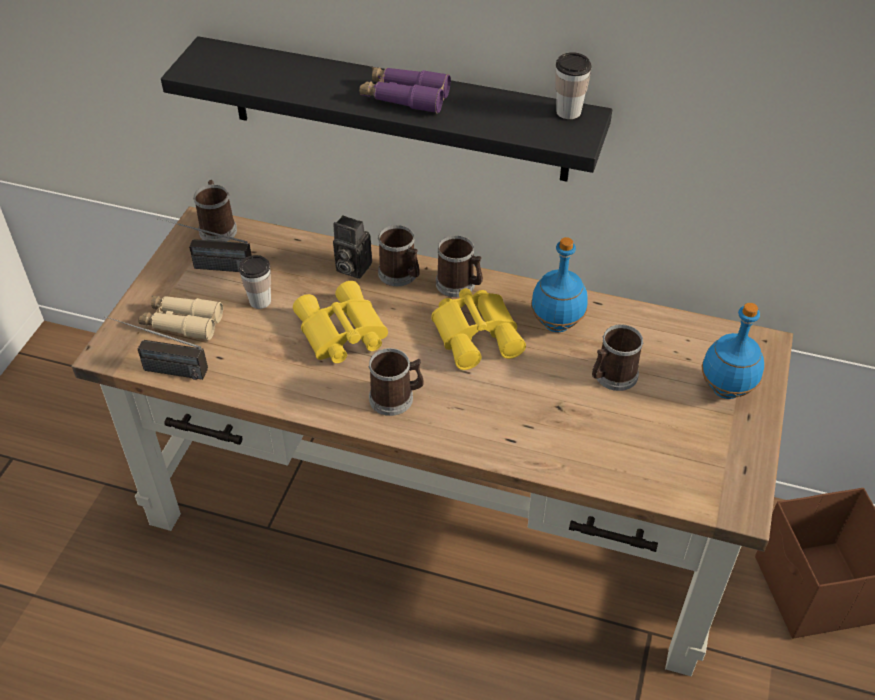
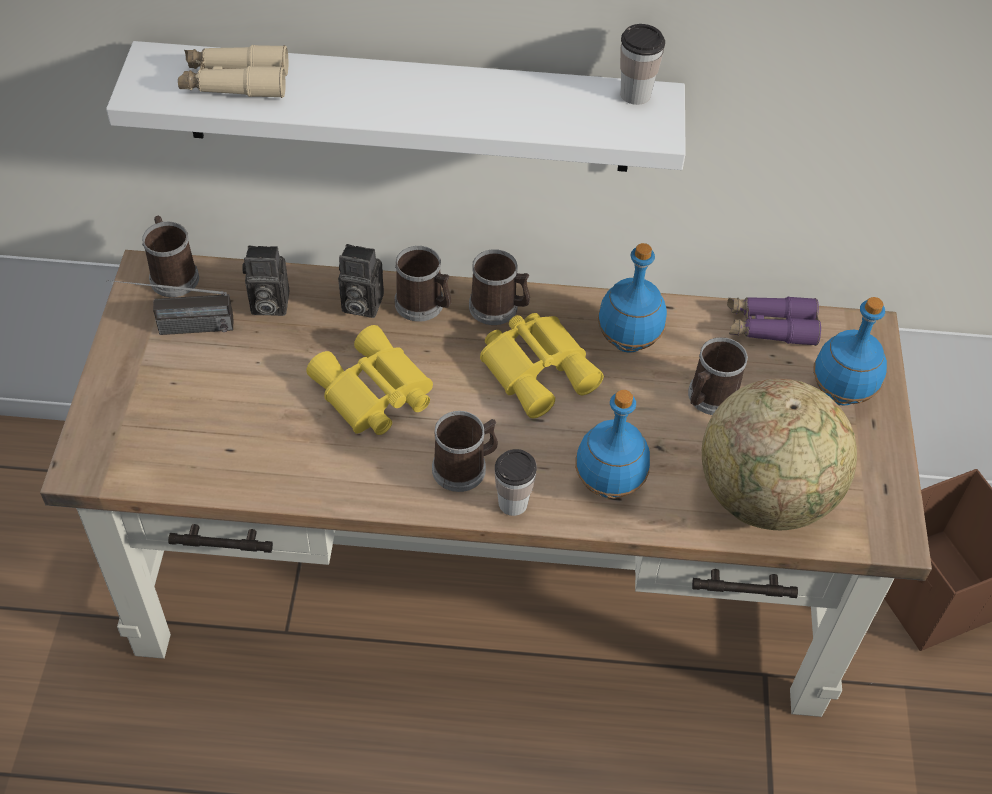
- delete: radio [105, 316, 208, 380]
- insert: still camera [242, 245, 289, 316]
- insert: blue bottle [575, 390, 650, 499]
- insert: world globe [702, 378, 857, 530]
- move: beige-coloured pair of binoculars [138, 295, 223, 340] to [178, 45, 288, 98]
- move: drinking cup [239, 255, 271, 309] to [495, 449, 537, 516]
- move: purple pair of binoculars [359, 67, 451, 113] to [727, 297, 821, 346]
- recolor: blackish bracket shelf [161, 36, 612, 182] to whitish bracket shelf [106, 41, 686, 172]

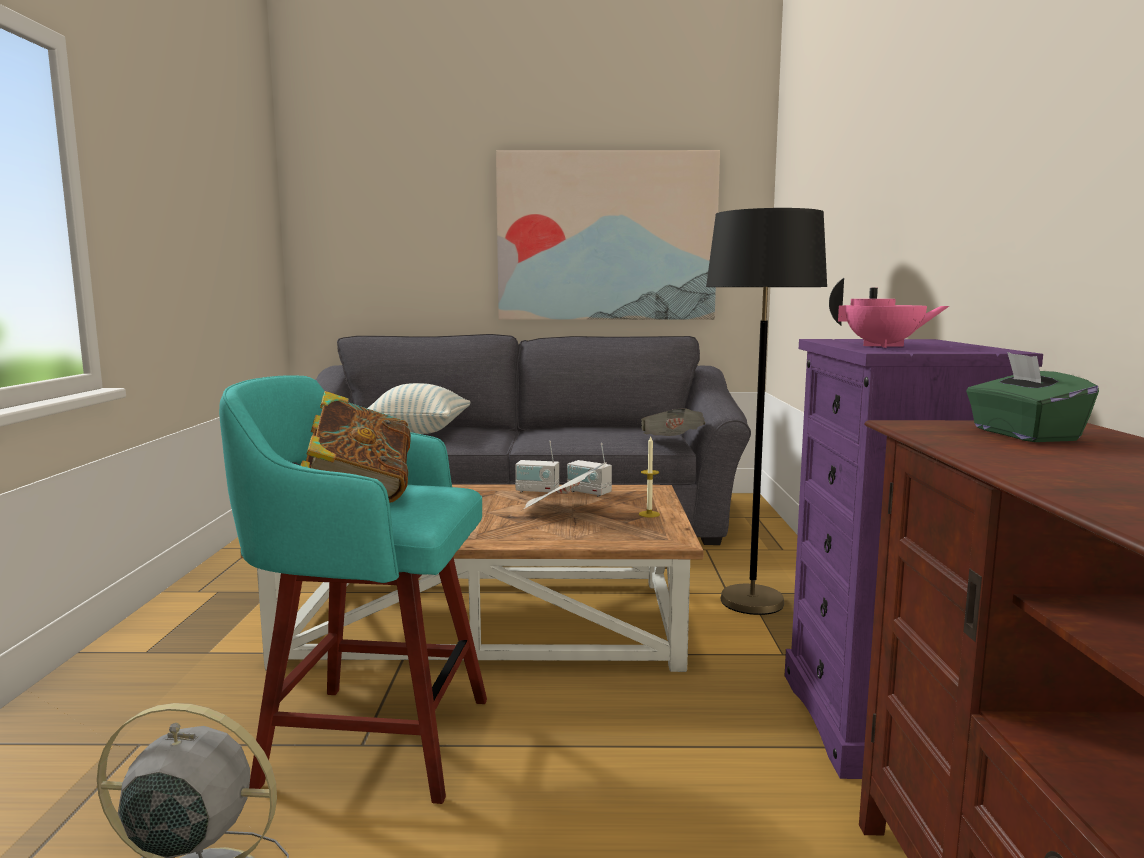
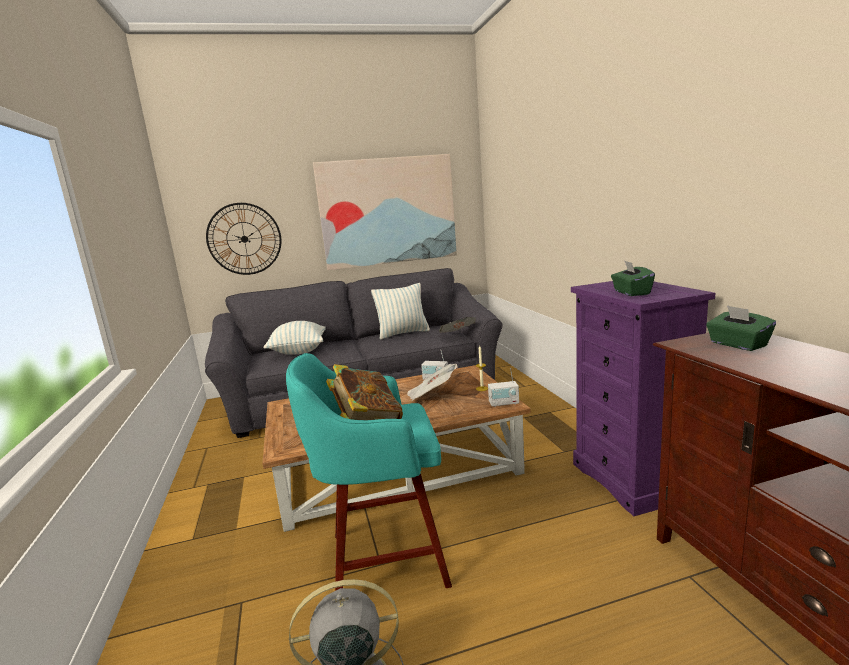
- delete: blackish floor lamp [706, 208, 827, 615]
- insert: clock on the wall [206, 203, 281, 275]
- insert: throw pillow [371, 283, 430, 339]
- move: radio [515, 441, 559, 493] to [488, 368, 519, 407]
- replace: pinkish teapot [829, 278, 949, 348] to green box of tissues [611, 260, 655, 296]

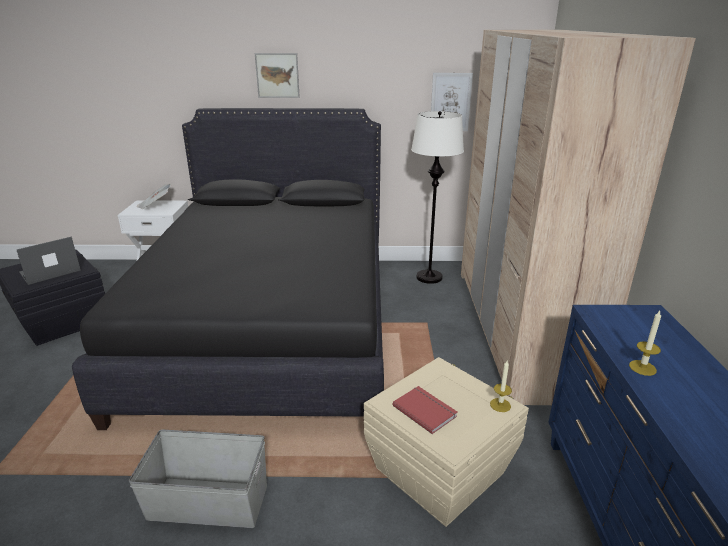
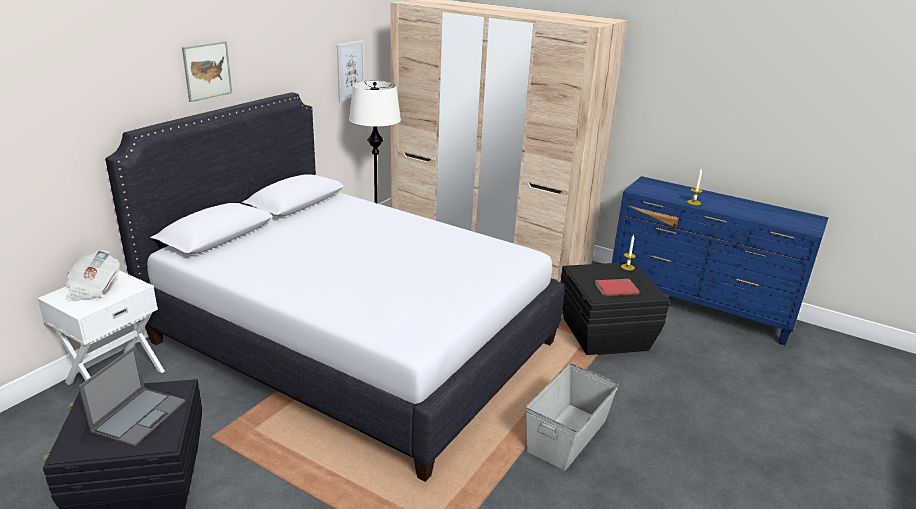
- recolor: blackish sleeping bed [72, 108, 384, 430] to whitish sleeping bed [105, 92, 565, 482]
- recolor: beige-coloured storage bin [364, 357, 529, 527] to blackish storage bin [561, 262, 670, 355]
- rotate: laptop [17, 237, 81, 285] = [79, 346, 186, 446] 150 degrees counterclockwise

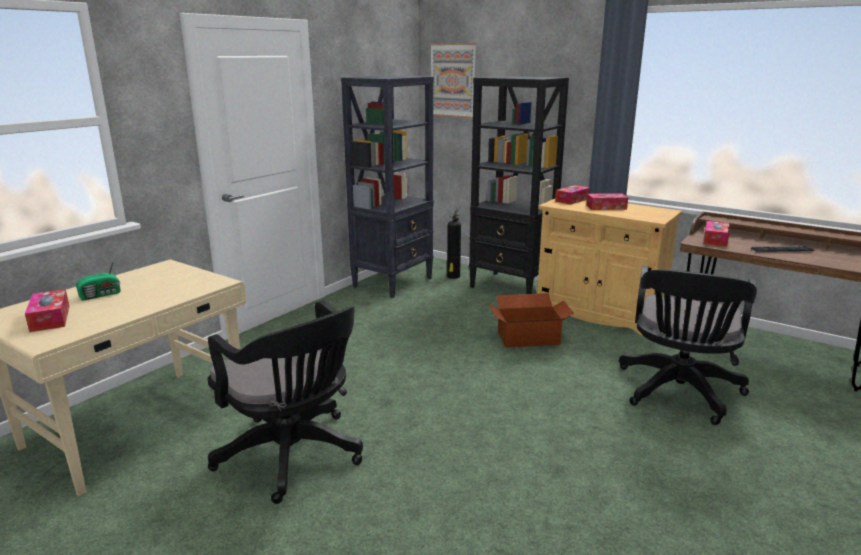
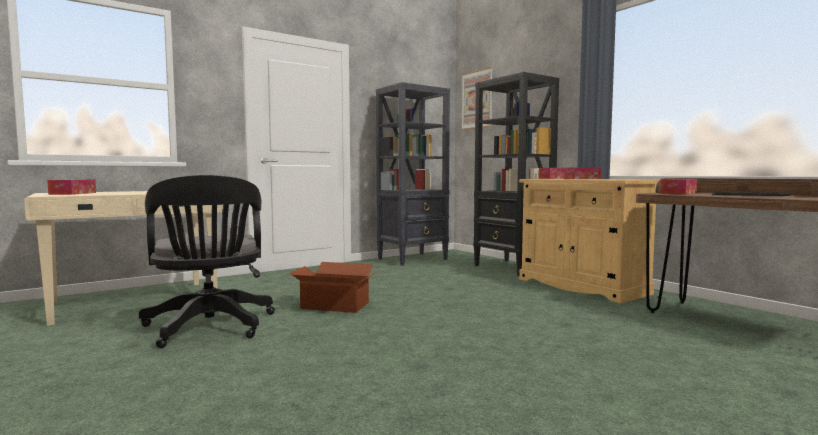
- delete: radio [76, 256, 121, 301]
- delete: extinguisher [447, 210, 461, 279]
- delete: blackish desk chair [619, 266, 757, 425]
- move: packing box [488, 293, 574, 348] to [289, 262, 378, 313]

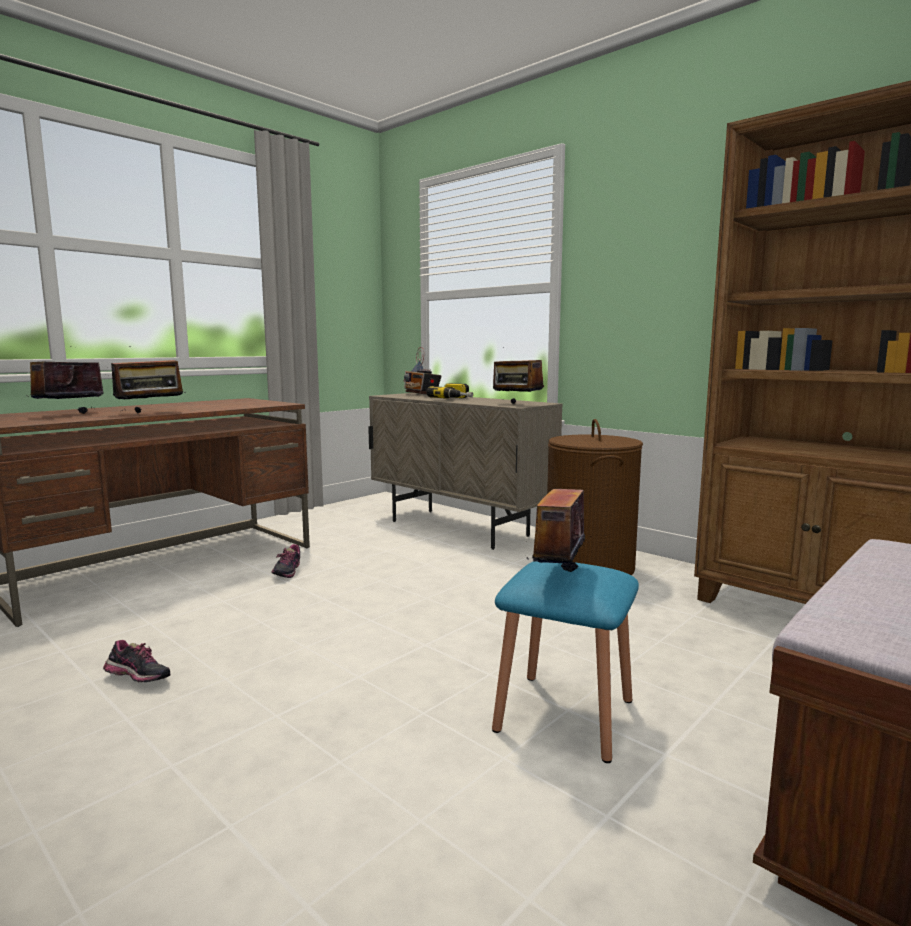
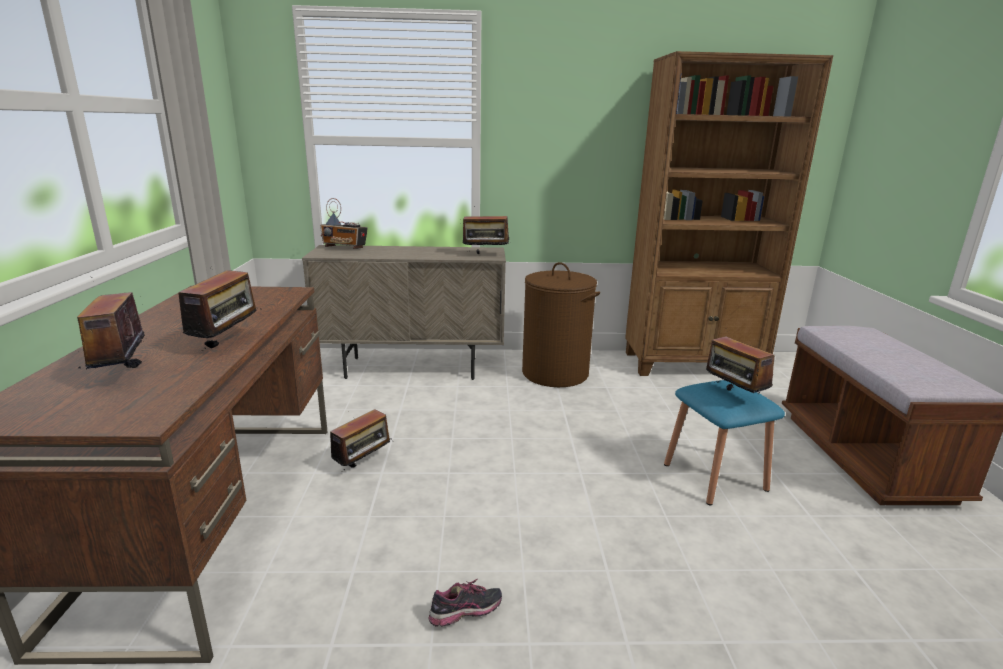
- delete: power drill [426, 383, 474, 399]
- replace: low shoe [271, 544, 300, 578] to radio [330, 409, 394, 472]

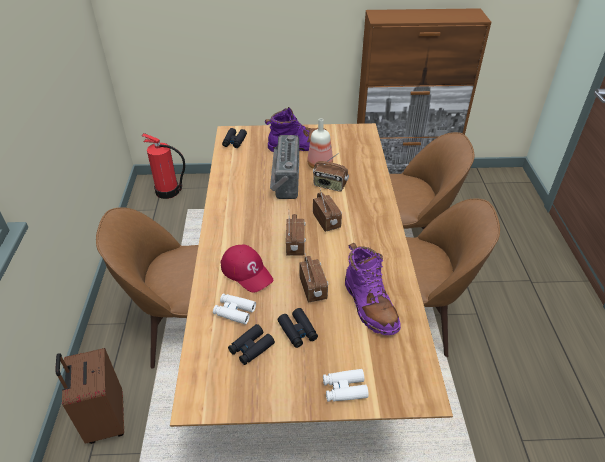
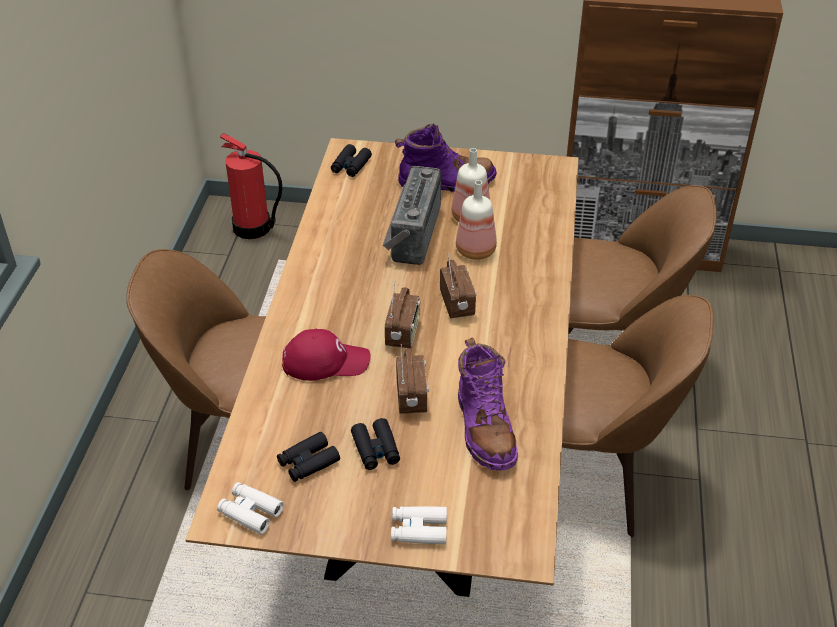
- delete: brownish travel case [55, 348, 124, 444]
- move: whitish pair of binoculars [213, 294, 256, 325] to [217, 482, 284, 534]
- replace: radio [313, 153, 349, 192] to bottle [456, 180, 497, 260]
- rotate: red baseball cap [220, 245, 273, 293] = [282, 329, 371, 381] 60 degrees counterclockwise

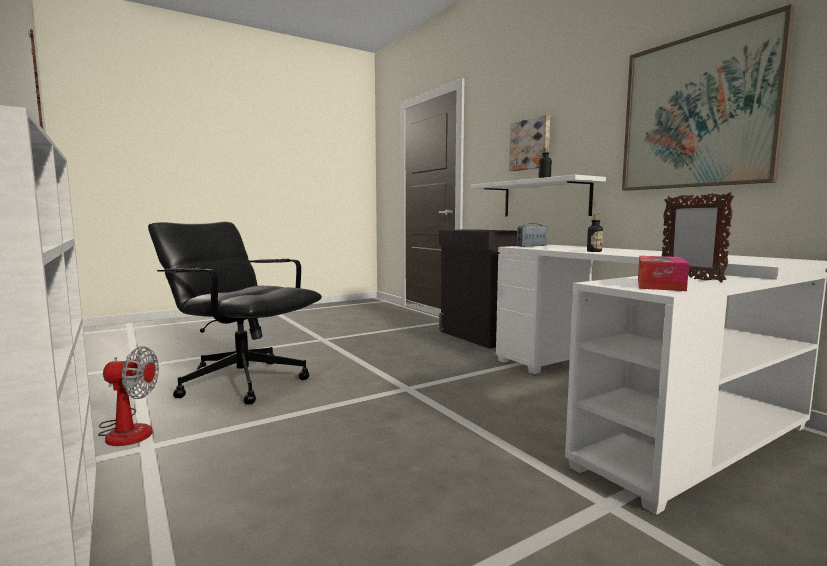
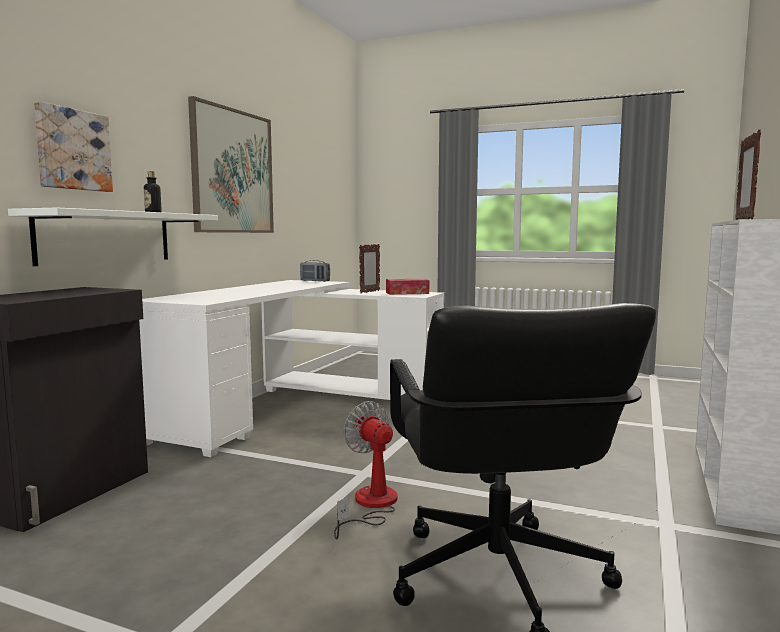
- delete: bottle [587, 215, 603, 252]
- move: cooling fan [98, 346, 159, 446] to [334, 401, 398, 540]
- move: radio [517, 223, 548, 247] to [300, 260, 330, 282]

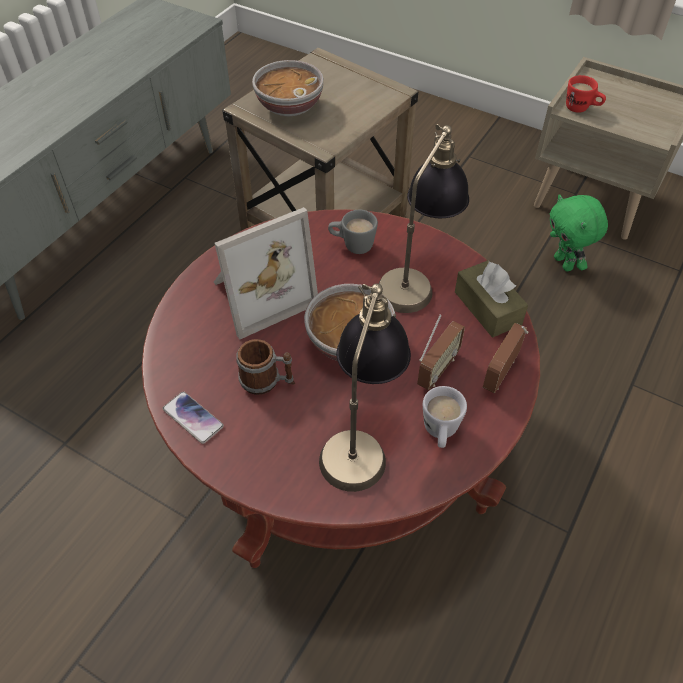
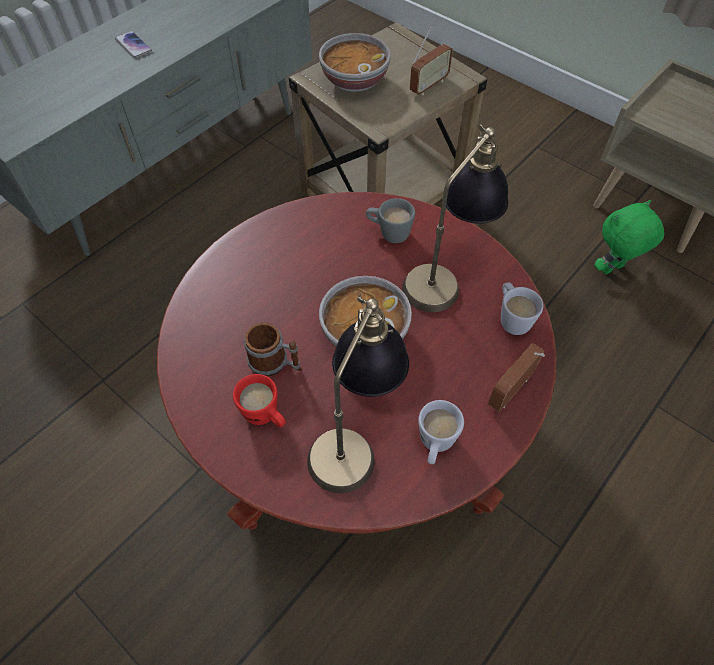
- delete: picture frame [214, 207, 318, 340]
- move: handset [162, 391, 224, 444] to [115, 31, 152, 58]
- move: radio [417, 315, 465, 390] to [410, 26, 453, 96]
- move: red coffee mug [566, 75, 606, 113] to [233, 374, 286, 427]
- replace: brownish box of tissues [455, 260, 528, 337] to whitish coffee mug [501, 282, 544, 335]
- rotate: green soft toy [550, 194, 608, 271] = [594, 200, 664, 274] 75 degrees clockwise

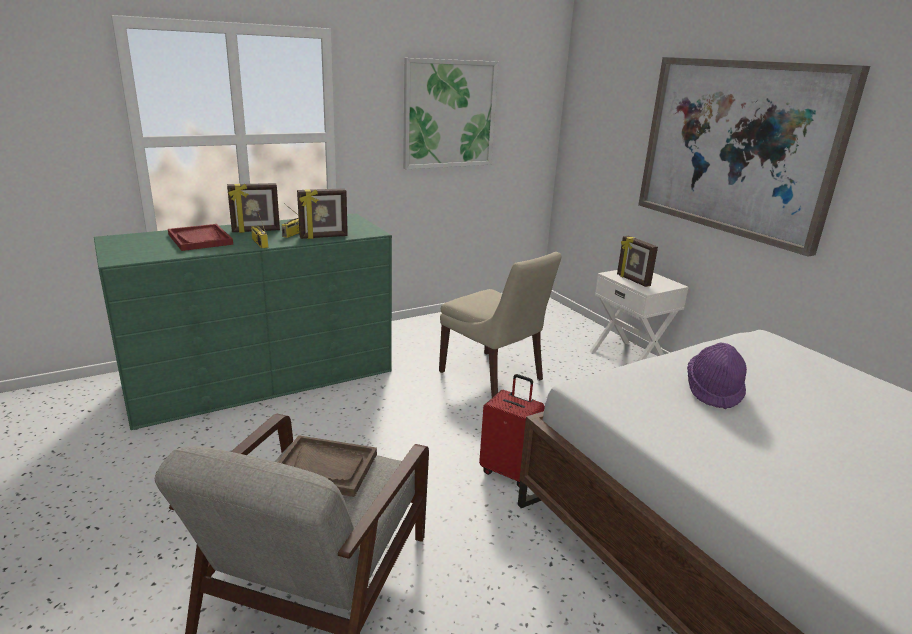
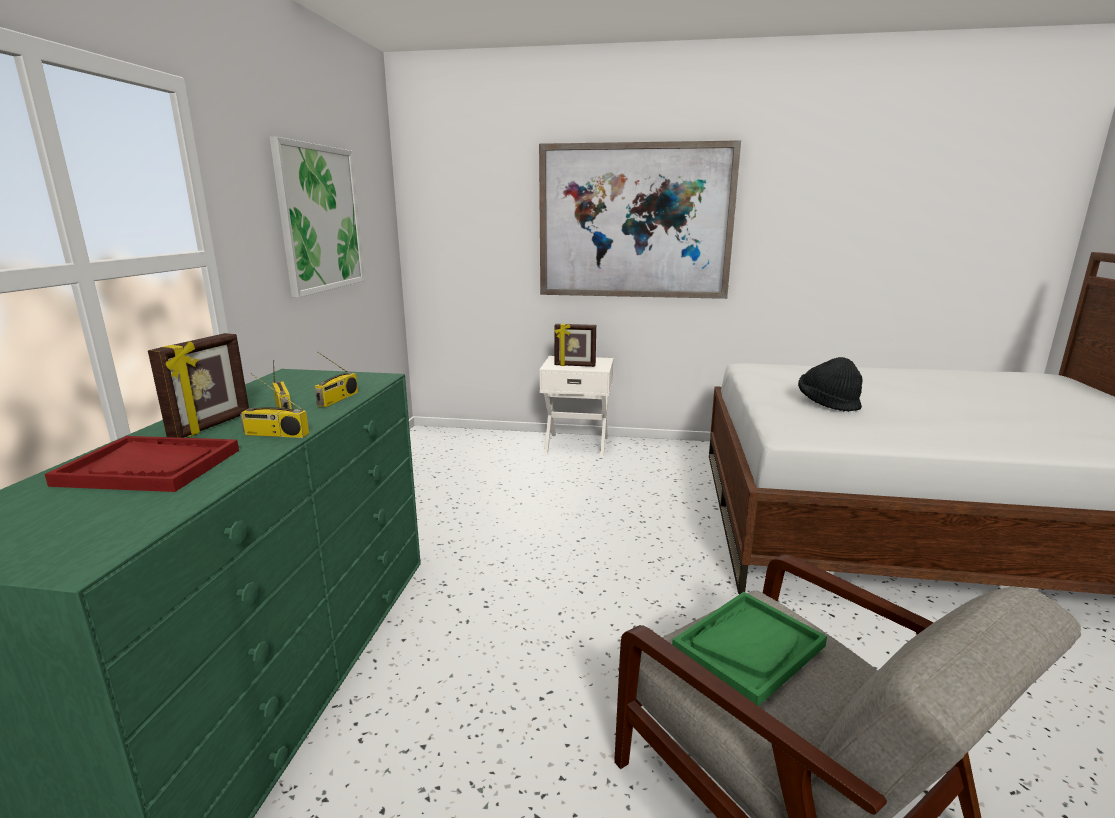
- delete: beige-coloured plain chair [439, 252, 562, 398]
- delete: red travel case [479, 374, 545, 487]
- replace: picture frame [297, 188, 348, 239] to radio [315, 351, 358, 407]
- recolor: brownish serving tray [278, 435, 377, 497] to green serving tray [672, 592, 827, 706]
- recolor: purple wearable hat [687, 343, 747, 409] to blackish wearable hat [798, 357, 862, 412]

